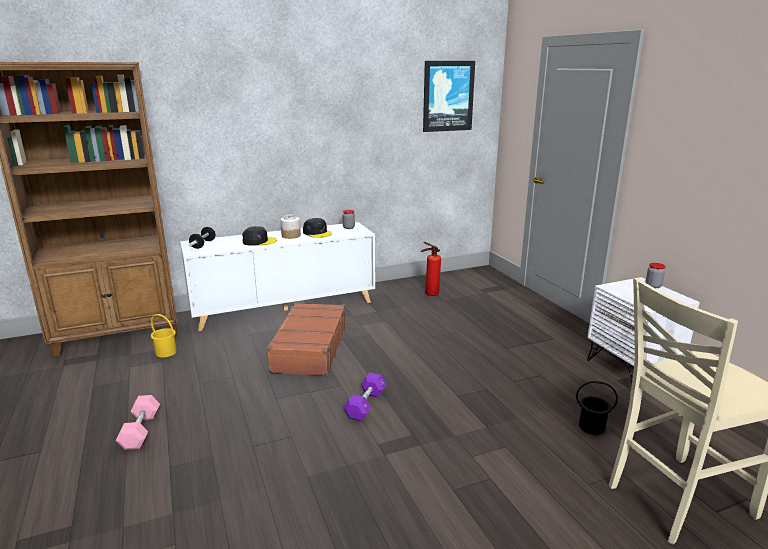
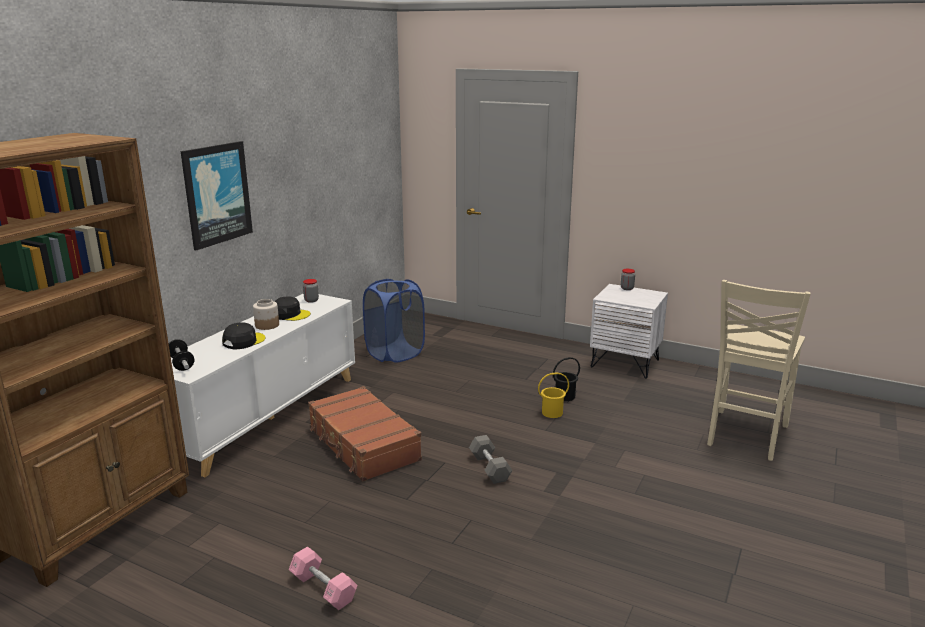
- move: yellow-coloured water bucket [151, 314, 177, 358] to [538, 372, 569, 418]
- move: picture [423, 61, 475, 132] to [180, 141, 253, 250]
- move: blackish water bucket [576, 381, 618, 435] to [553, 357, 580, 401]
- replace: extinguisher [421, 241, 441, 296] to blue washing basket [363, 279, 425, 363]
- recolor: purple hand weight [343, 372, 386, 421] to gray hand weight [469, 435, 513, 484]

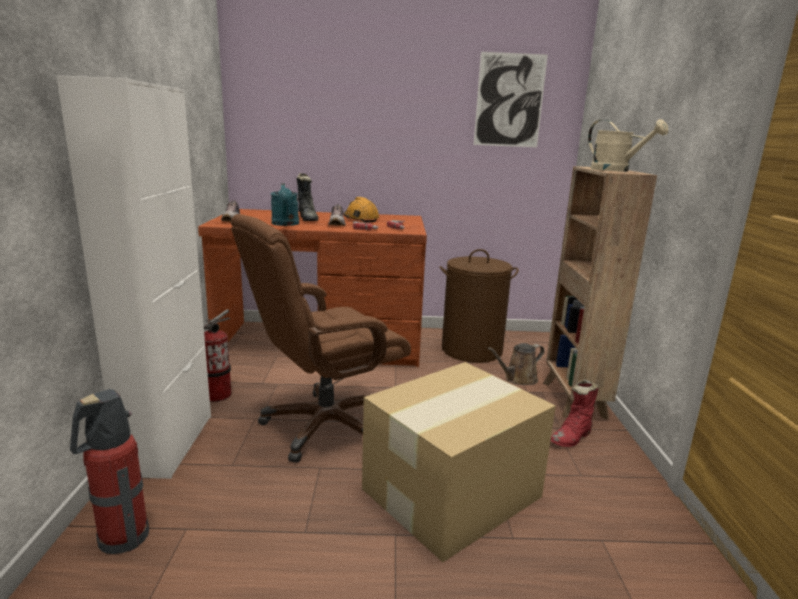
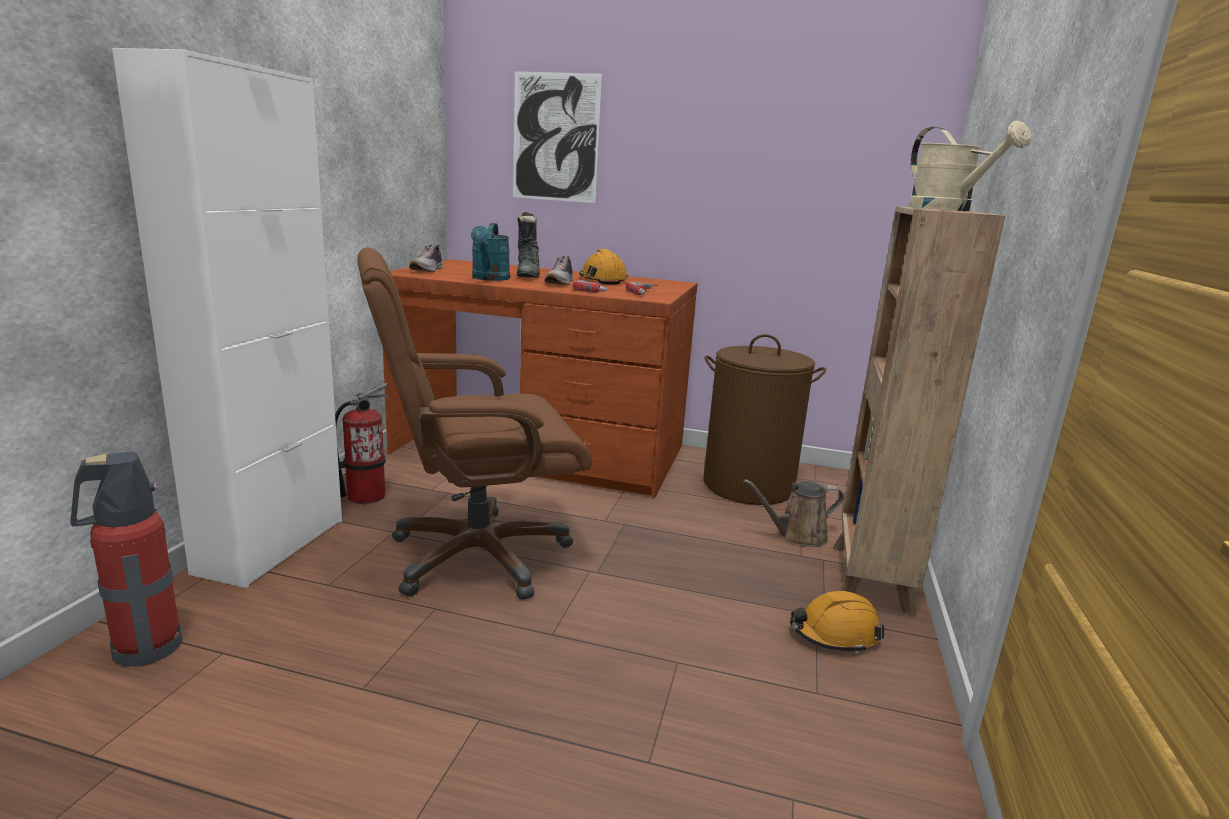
- delete: packing box [362, 362, 556, 562]
- move: picture [474, 52, 548, 147] to [513, 71, 602, 203]
- replace: red high-top boot [551, 379, 599, 447] to orange work helmet [790, 591, 884, 654]

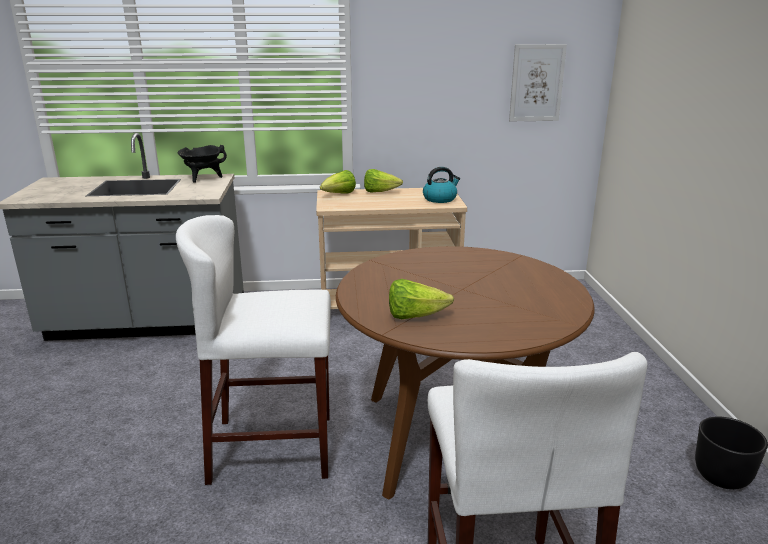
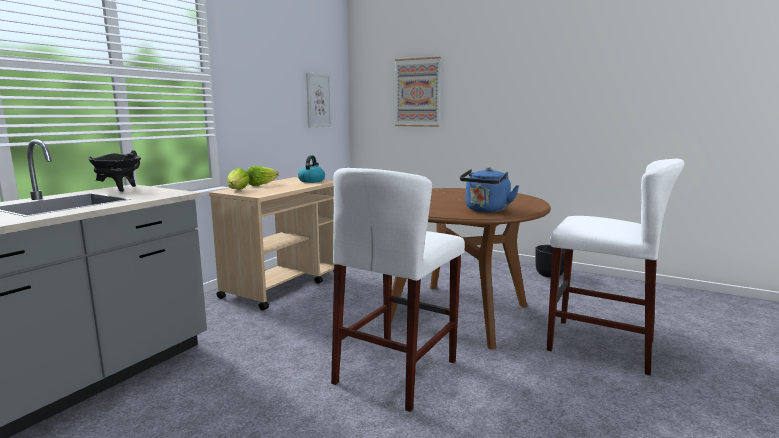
- insert: picture [395, 57, 441, 127]
- replace: lettuce head [389, 279, 454, 319] to blue kettle [460, 167, 519, 213]

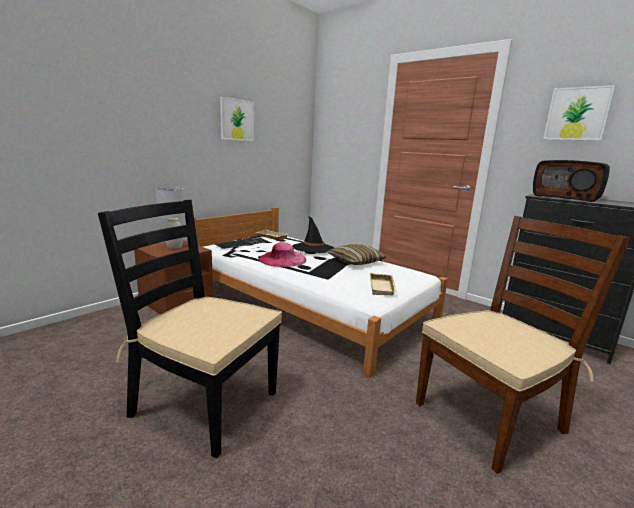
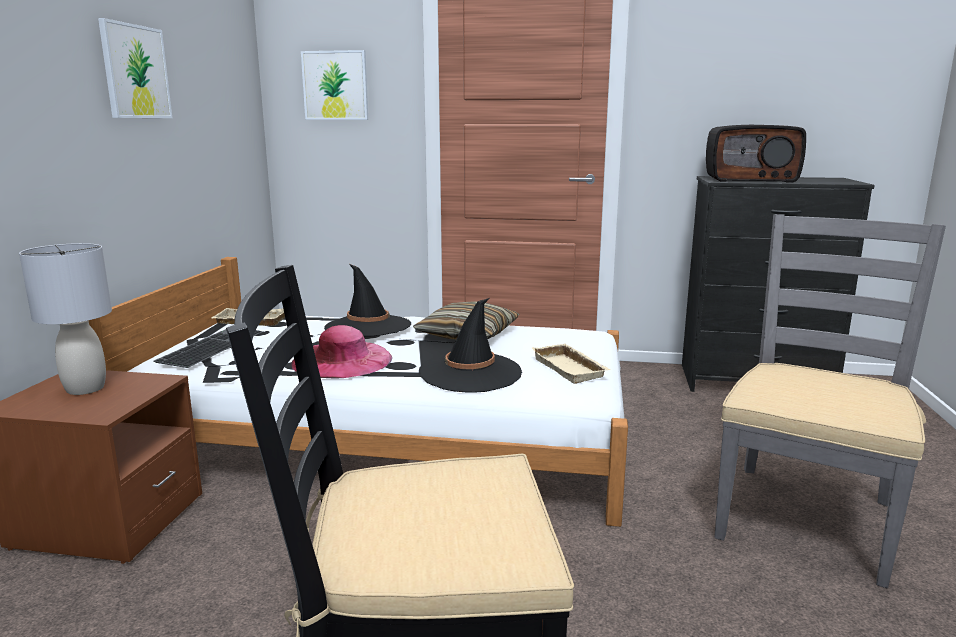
- insert: blackish wearable hat [419, 298, 522, 393]
- move: picture [543, 85, 615, 141] to [301, 50, 368, 120]
- recolor: brownish plain chair [416, 216, 630, 474] to gray plain chair [715, 214, 946, 588]

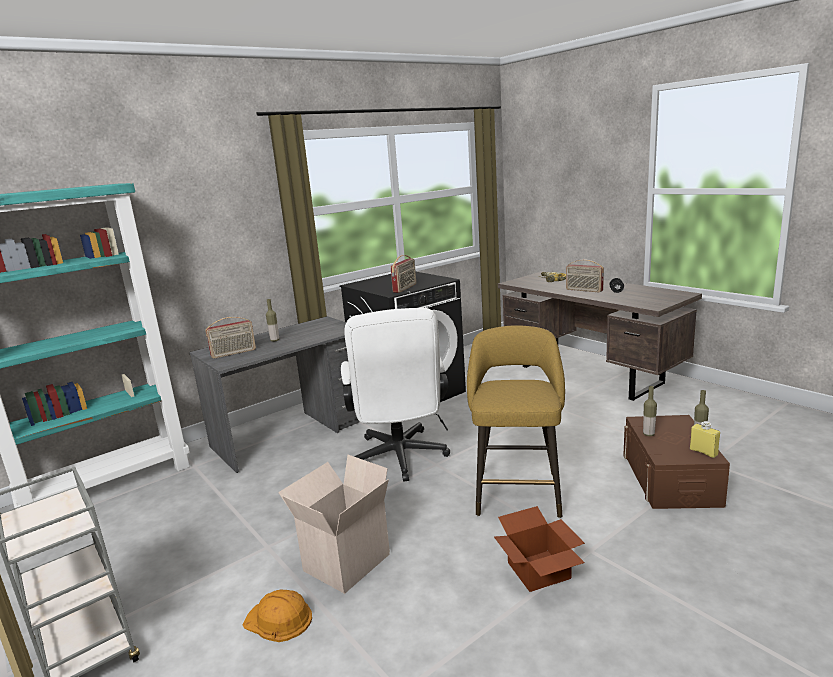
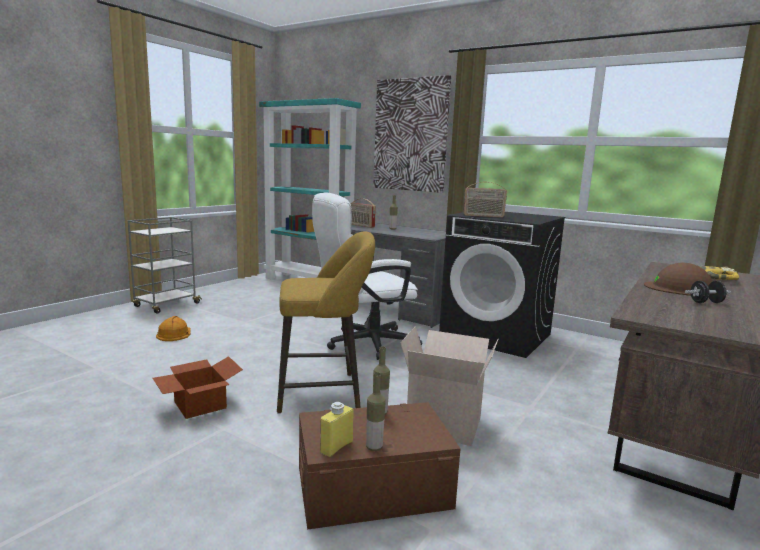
- insert: picture [373, 75, 451, 193]
- move: packing box [278, 455, 390, 594] to [400, 326, 498, 446]
- replace: radio [566, 260, 604, 292] to brownish work helmet [644, 263, 712, 296]

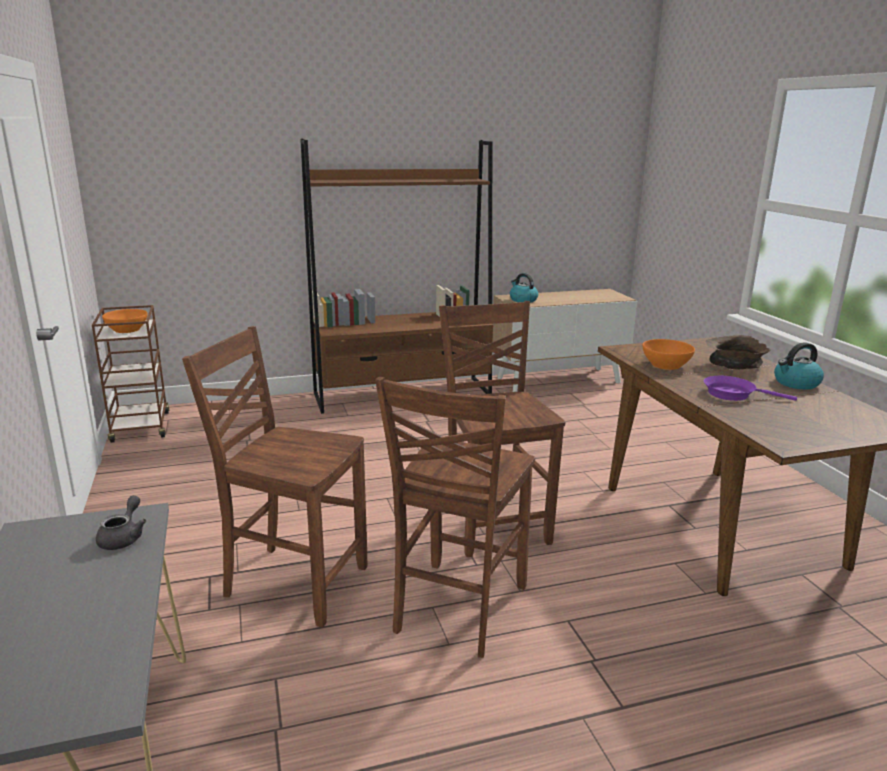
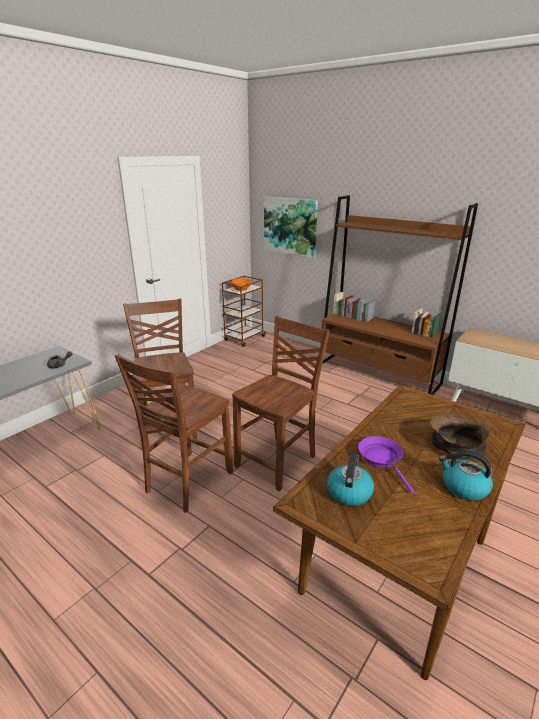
- delete: orange bowl [643, 339, 695, 370]
- insert: picture [264, 197, 318, 258]
- move: kettle [510, 273, 538, 303] to [327, 453, 374, 506]
- rotate: brownish plain chair [375, 376, 535, 658] = [115, 353, 233, 513] 45 degrees counterclockwise

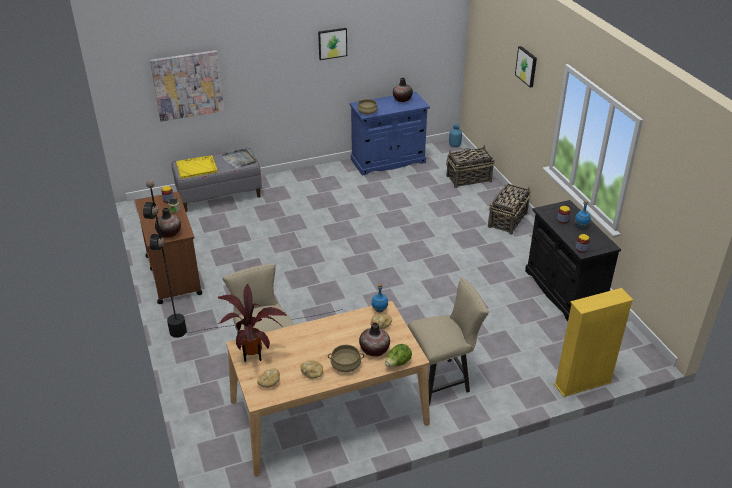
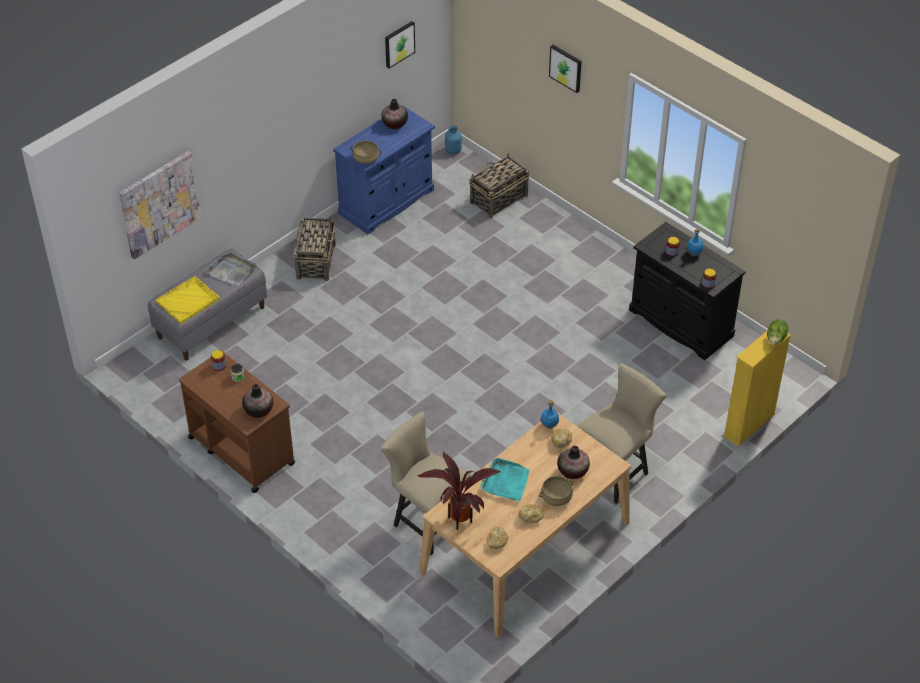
- delete: blackish floor lamp [143, 180, 343, 338]
- insert: turquoise-coloured serving tray [481, 458, 530, 501]
- move: picture [318, 28, 347, 60] to [385, 21, 415, 68]
- move: lettuce head [385, 344, 412, 367] to [767, 319, 789, 345]
- move: storage basket [488, 184, 531, 235] to [293, 216, 336, 281]

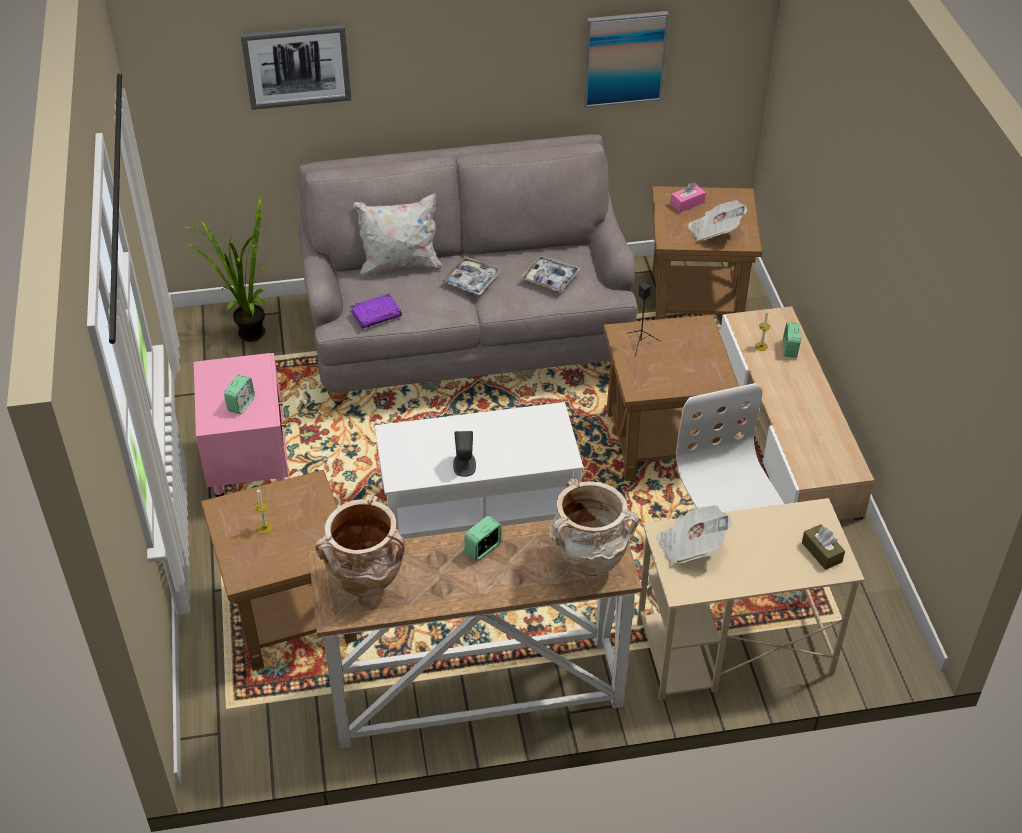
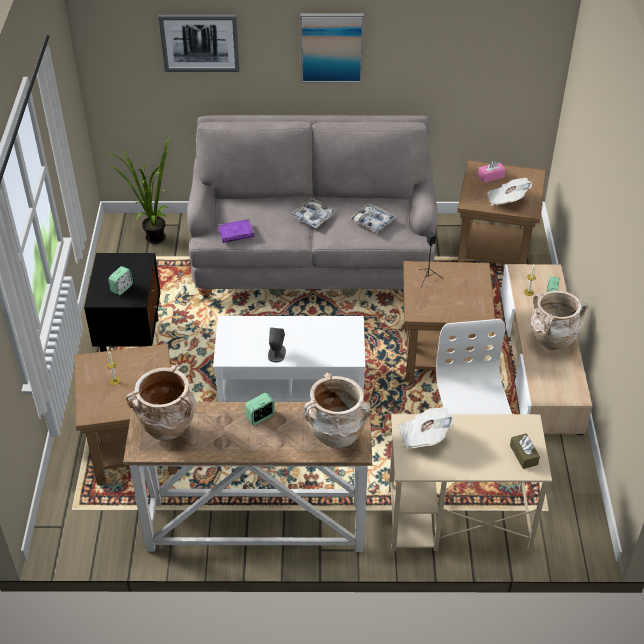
- delete: whitish throw pillow [353, 193, 442, 277]
- insert: beige-coloured decorative vase [531, 290, 588, 350]
- move: picture [584, 11, 668, 108] to [300, 13, 364, 83]
- recolor: pinkish night table [194, 353, 288, 497] to blackish night table [84, 253, 161, 352]

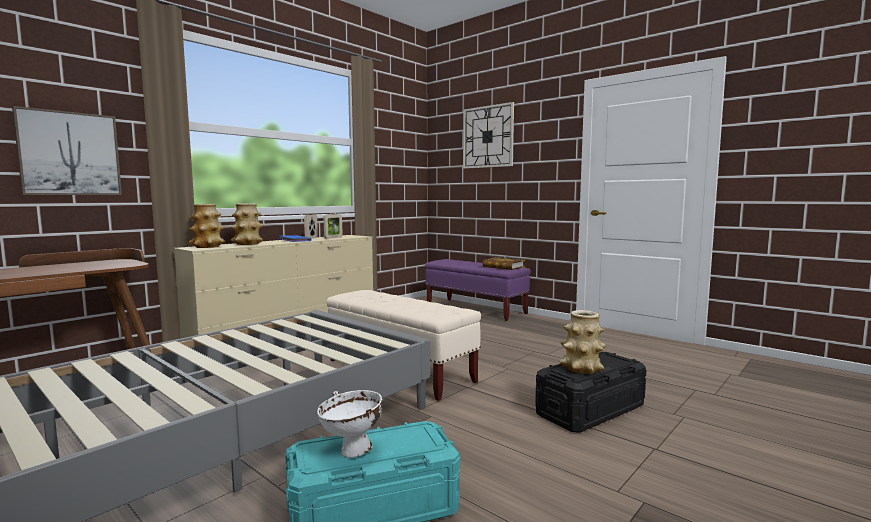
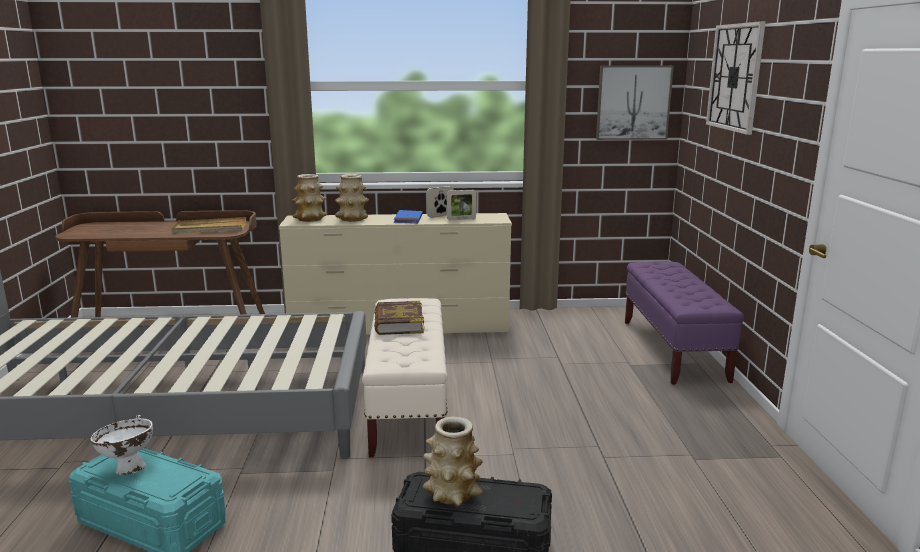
- insert: beige-coloured serving tray [171, 217, 246, 234]
- move: picture [12, 106, 122, 195] to [596, 65, 674, 140]
- move: volume [482, 257, 525, 270] to [374, 301, 424, 335]

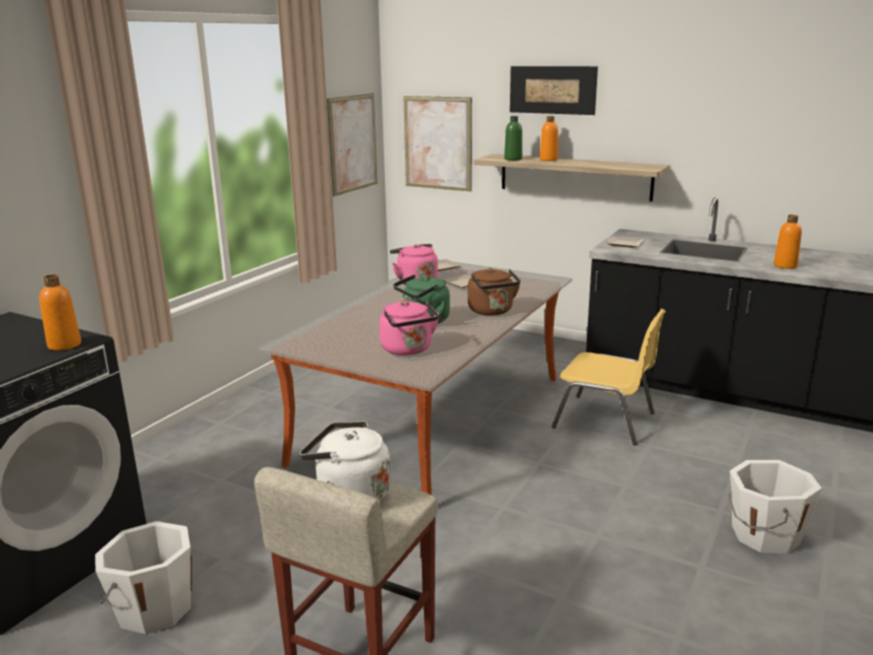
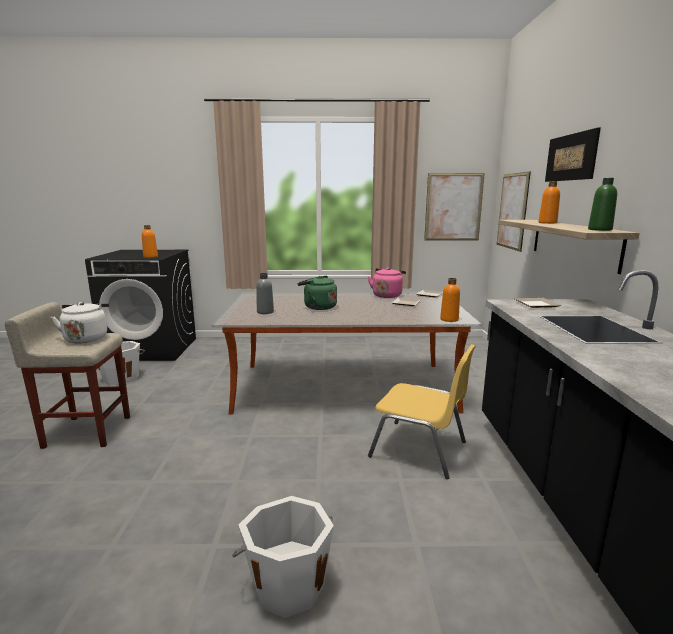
- delete: brownish kettle [468, 268, 521, 316]
- move: green bottle [504, 116, 522, 161] to [588, 178, 617, 231]
- move: orange bottle [774, 215, 802, 269] to [440, 278, 460, 322]
- replace: pinkish kettle [379, 301, 439, 355] to gray bottle [256, 273, 274, 314]
- rotate: yellow-coloured plain chair [552, 309, 666, 445] = [368, 344, 476, 479] 60 degrees counterclockwise

